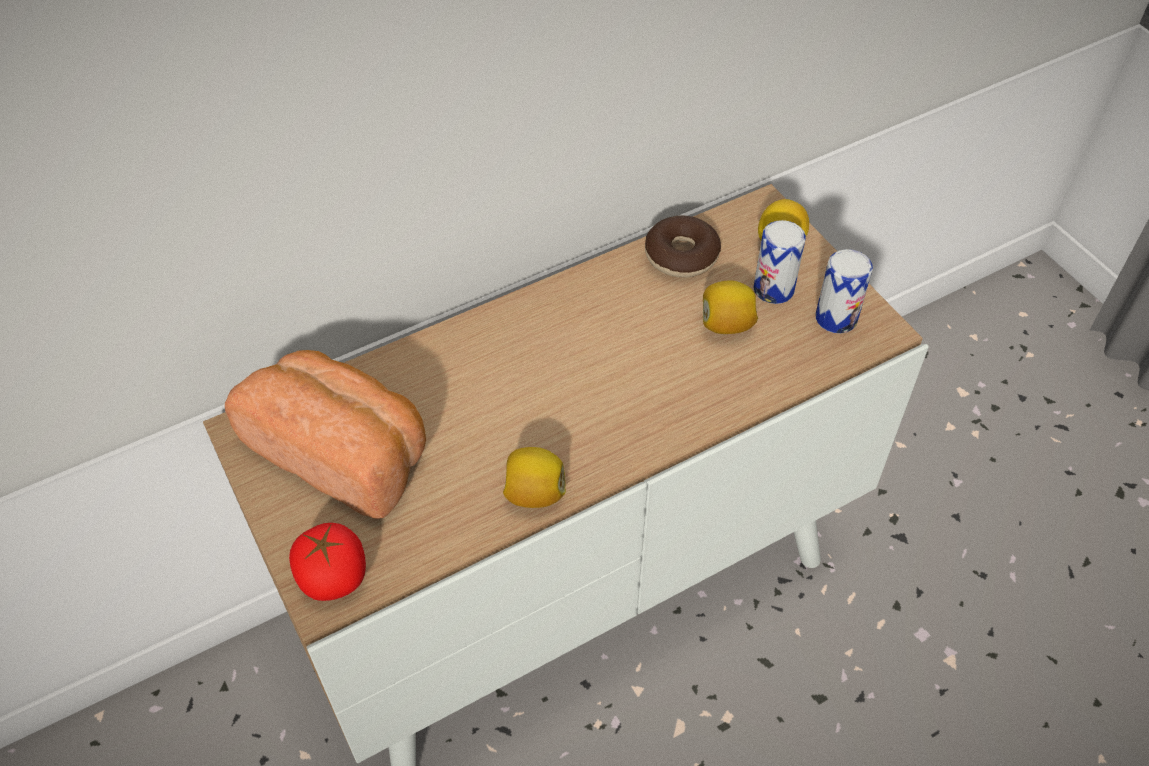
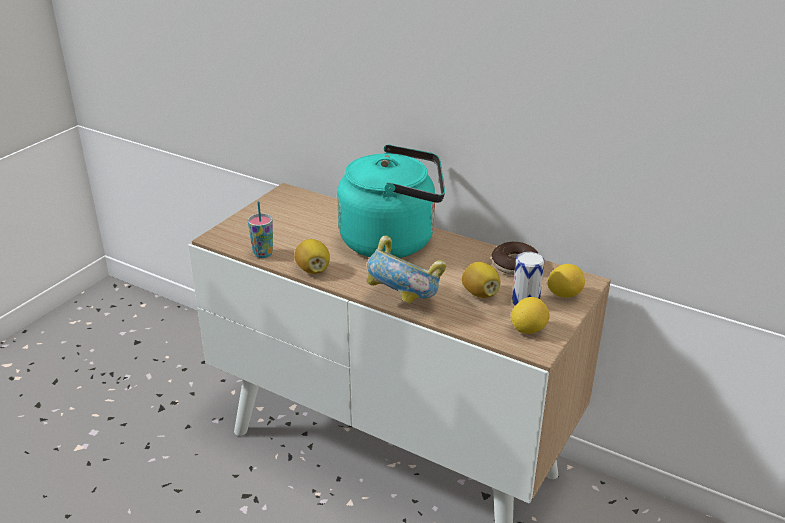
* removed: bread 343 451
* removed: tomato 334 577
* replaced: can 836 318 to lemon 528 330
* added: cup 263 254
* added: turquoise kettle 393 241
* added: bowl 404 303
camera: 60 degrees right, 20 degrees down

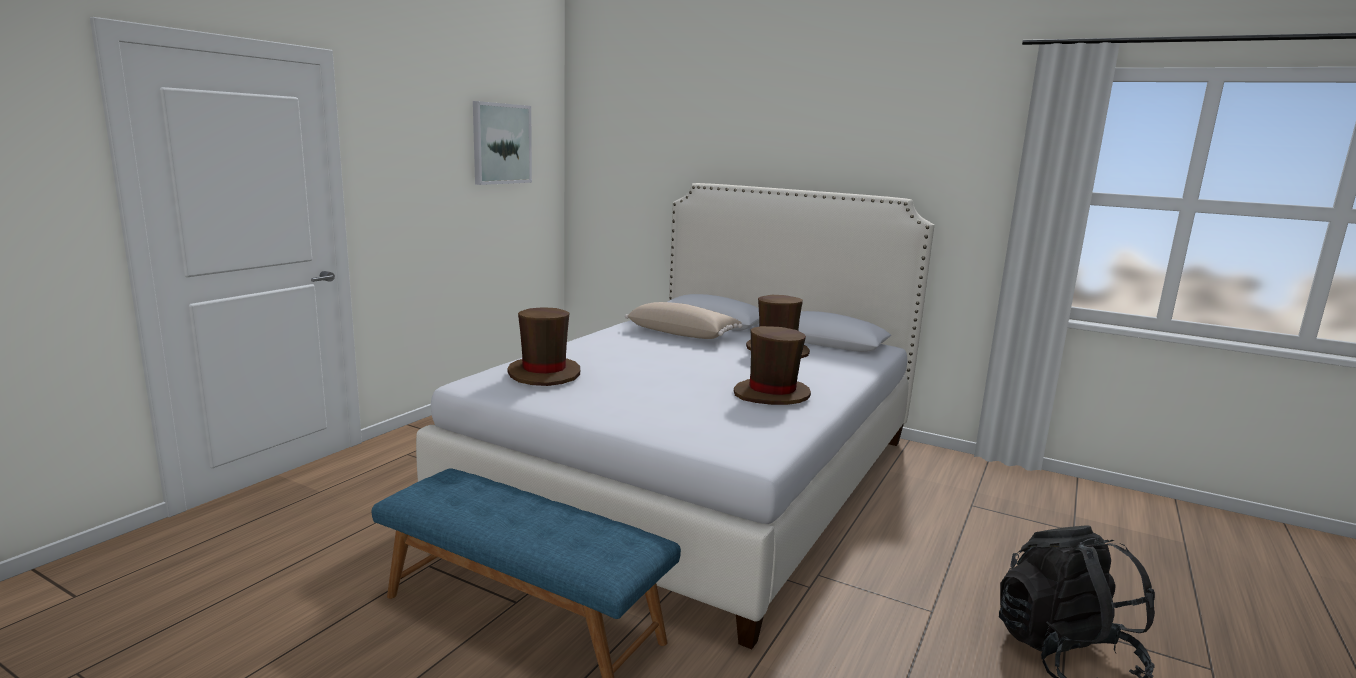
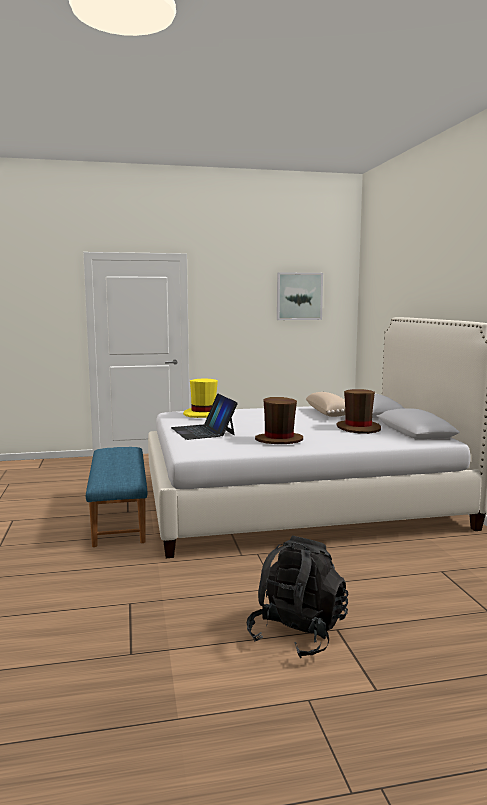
* recoloured: brown hat 544 373 to yellow hat 203 414
* added: laptop 203 431
camera: 50 degrees right, 5 degrees down

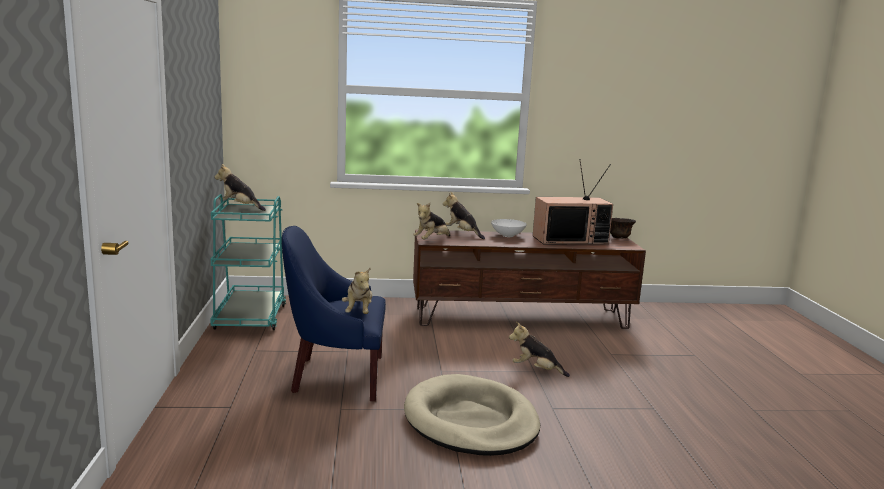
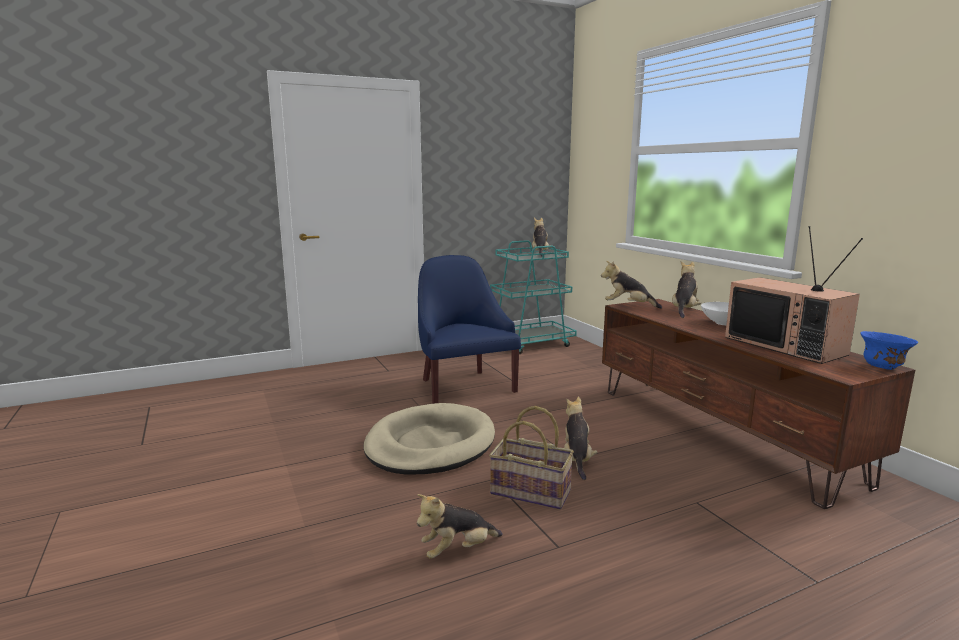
* moved: plush toy 358 312 to 458 550
* recoloured: brown bowl 619 238 to blue bowl 882 367
* added: basket 531 491
camera: 70 degrees right, 0 degrees up

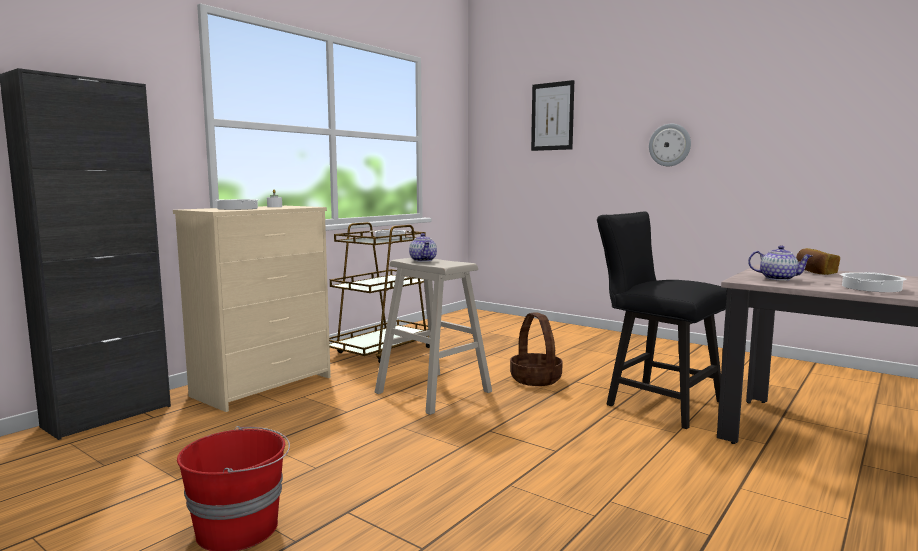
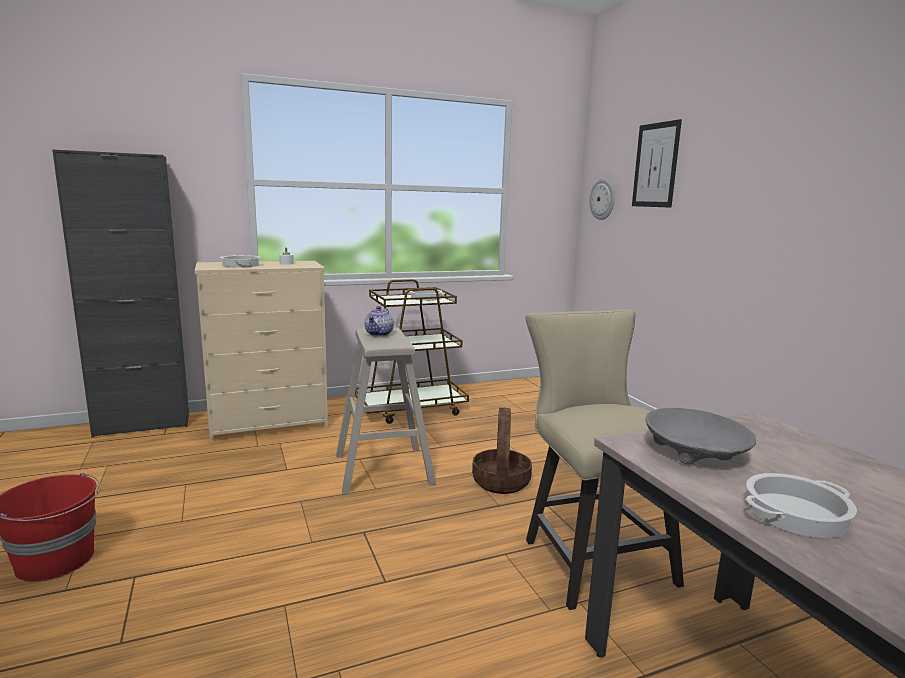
* recoloured: black chair 656 402 to beige chair 591 556
* moved: wall clock 670 145 to 603 199
* replaced: teapot 778 278 to grey bowl 695 451
* removed: bread 815 272
camera: 30 degrees right, 5 degrees up

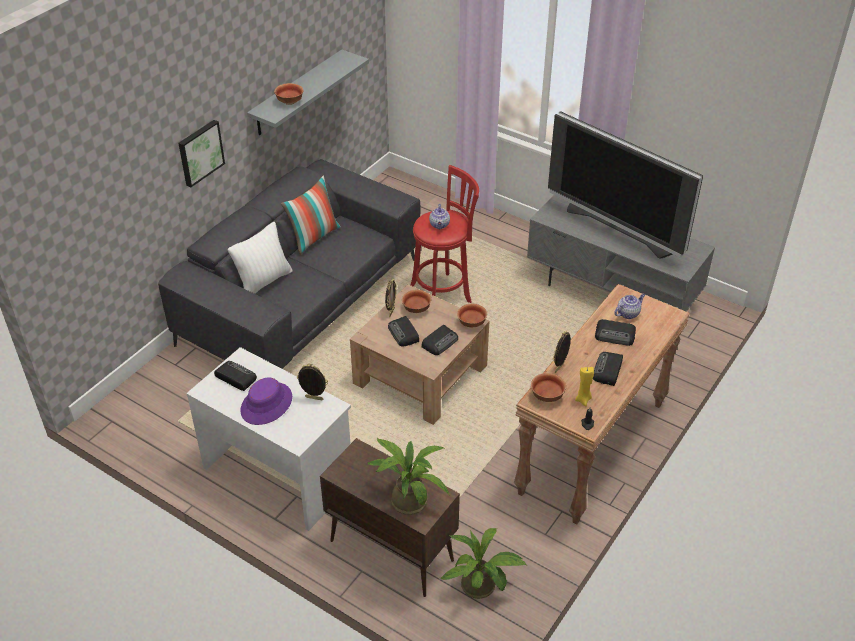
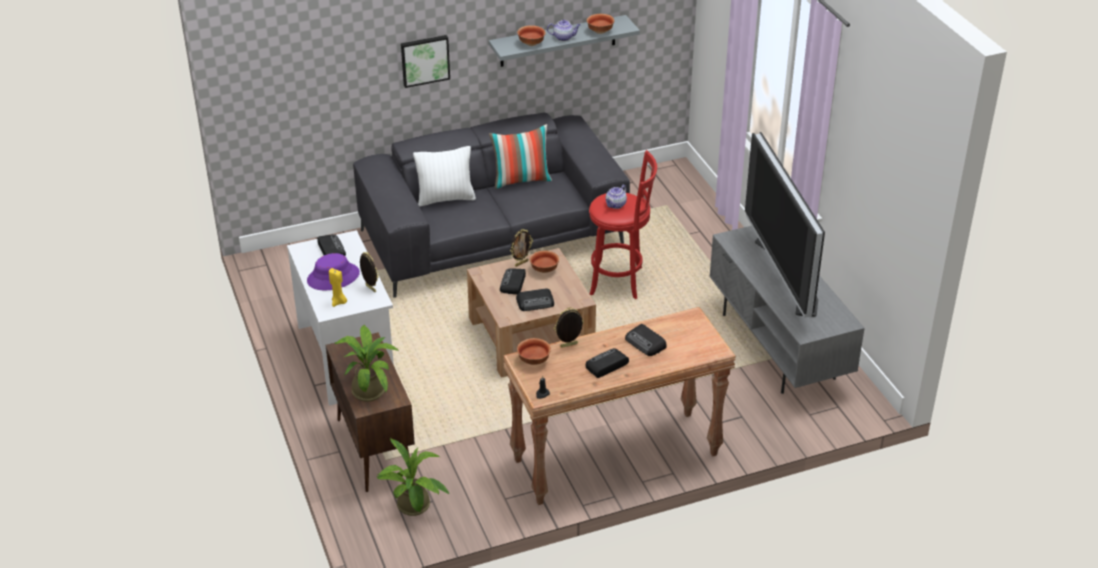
* moved: bowl 471 324 to 599 31
* moved: yellow candle 583 399 to 339 302
* moved: teapot 628 313 to 564 37
camera: 35 degrees right, 5 degrees down

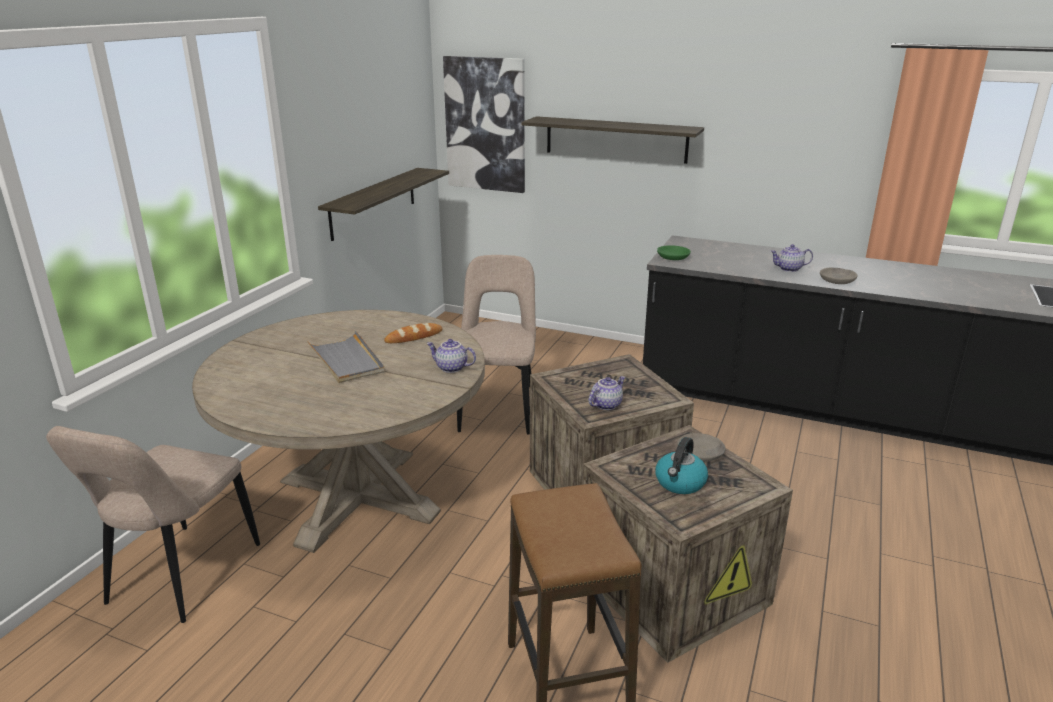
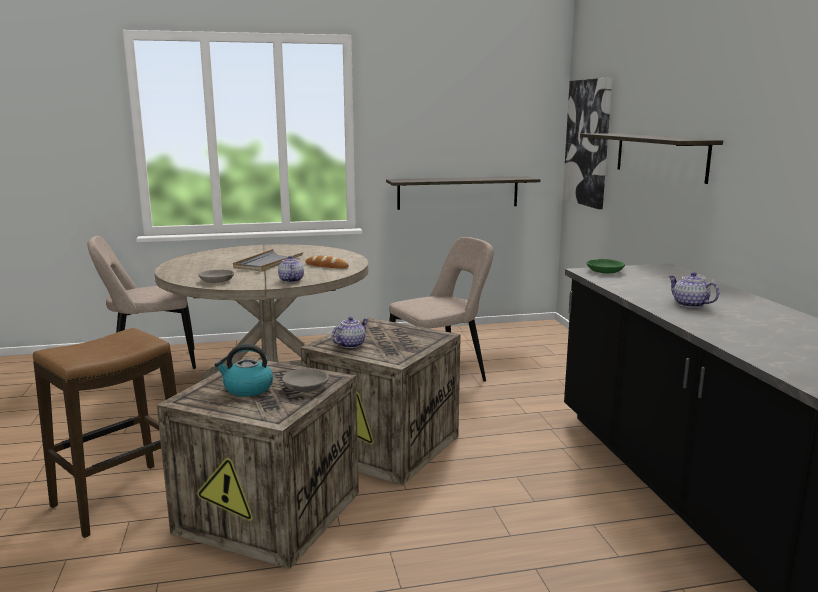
* turned: teapot 606 404 = 350 344 60 degrees counterclockwise
* moved: grey bowl 837 281 to 217 281
camera: 55 degrees right, 10 degrees down

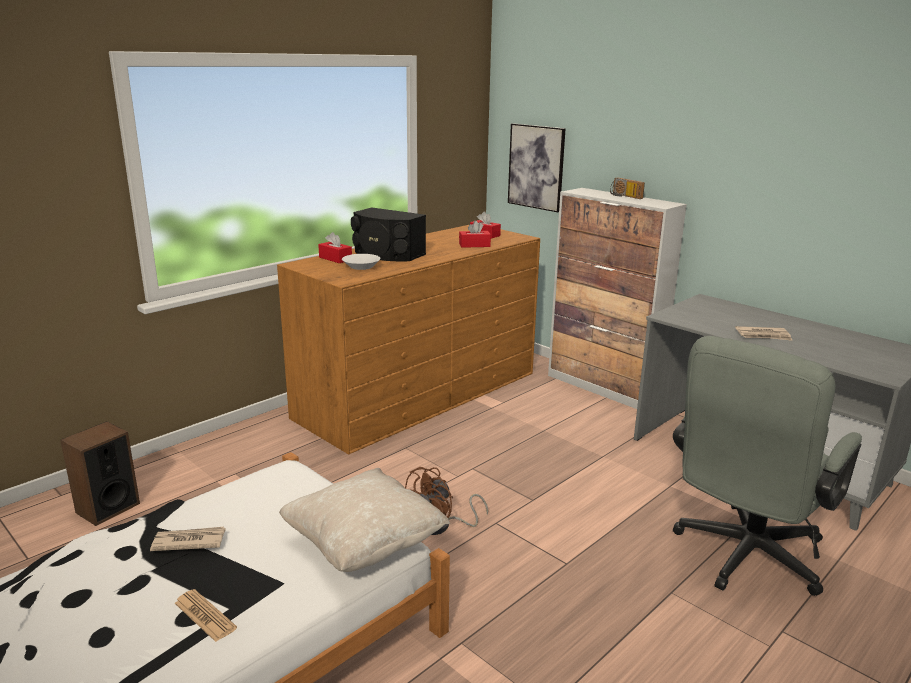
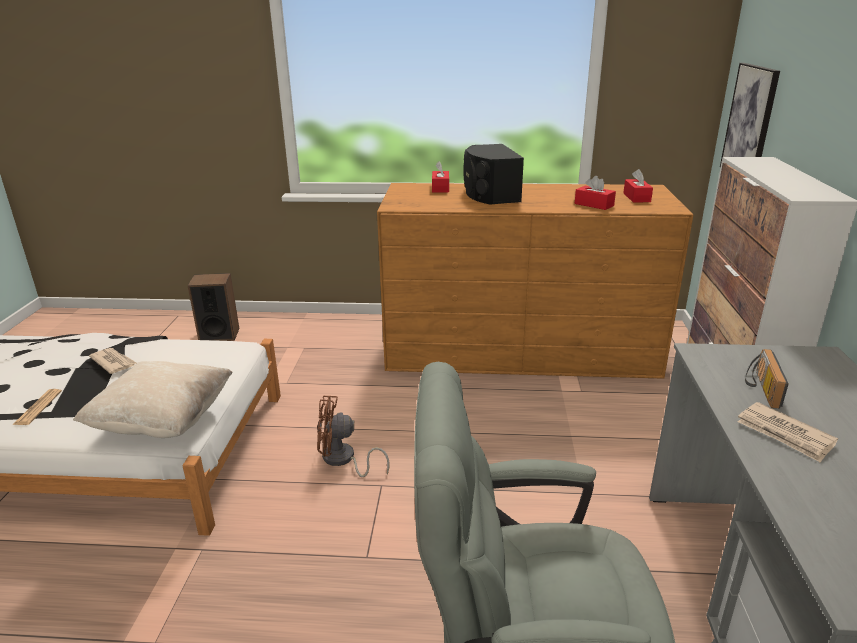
* removed: white bowl 361 267
* moved: radio 624 196 to 760 388
camera: 50 degrees right, 5 degrees up

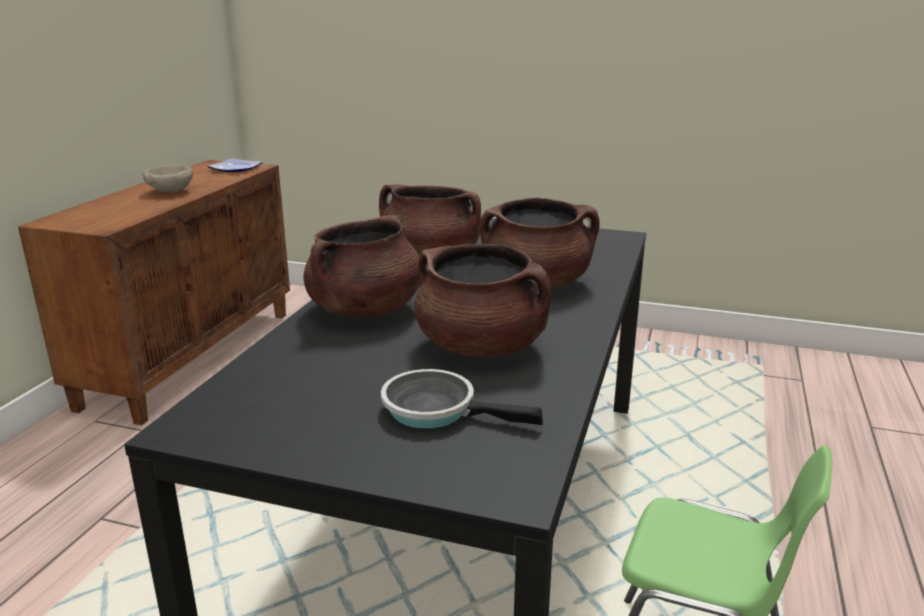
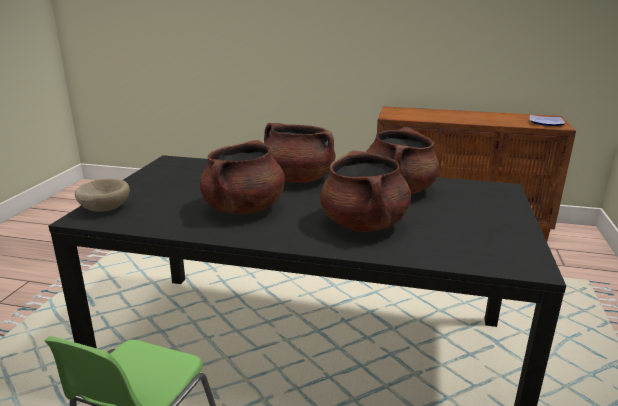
* moved: beige bowl 170 192 to 104 208
* removed: frying pan 437 410
camera: 85 degrees right, 0 degrees up

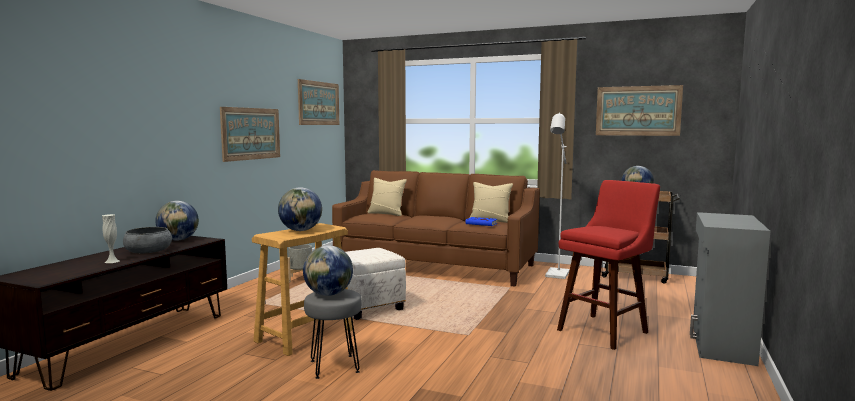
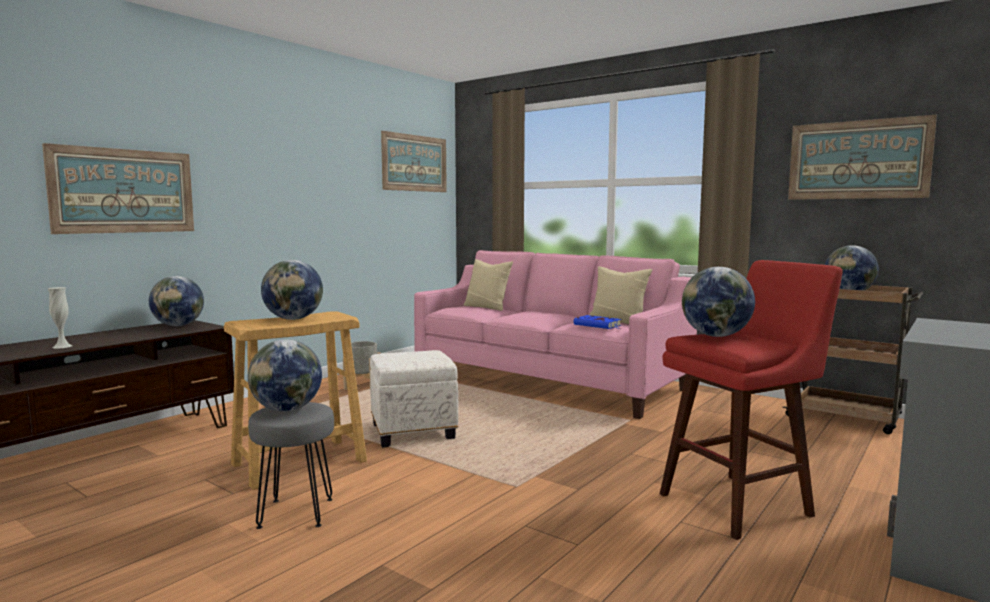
* removed: grey bowl 148 250
* moved: picture 251 133 to 124 191
* recoloured: brown sofa 436 266 to pink sofa 548 381
* removed: white floor lamp 556 275
* added: globe 716 336
camera: 15 degrees right, 0 degrees up

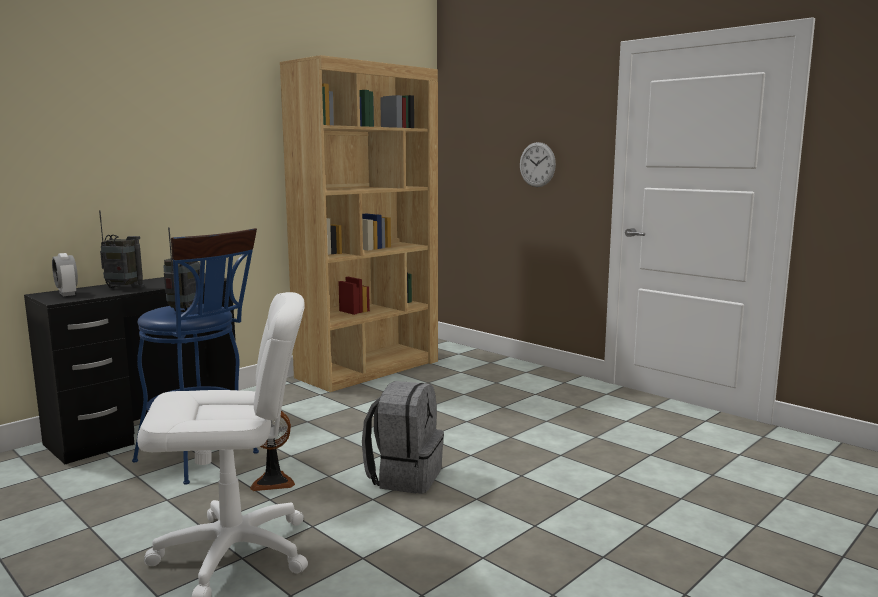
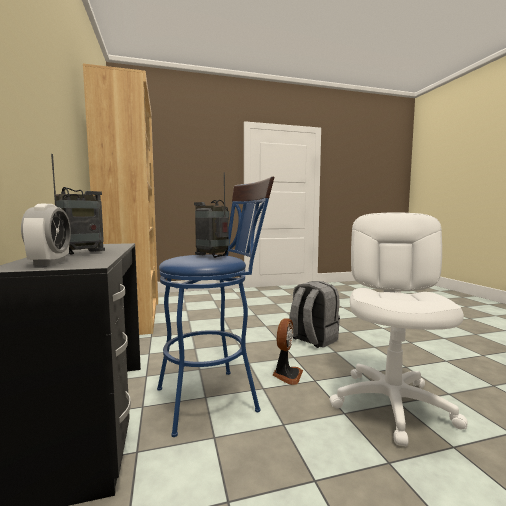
* turned: alarm clock 67 294 = 50 263 90 degrees counterclockwise
* removed: wall clock 537 164
camera: 60 degrees left, 5 degrees down

